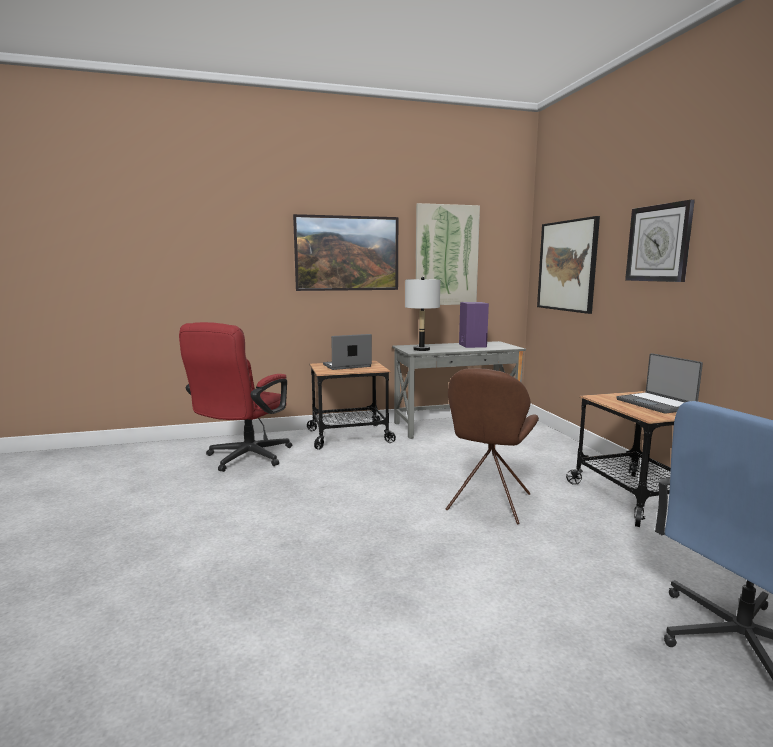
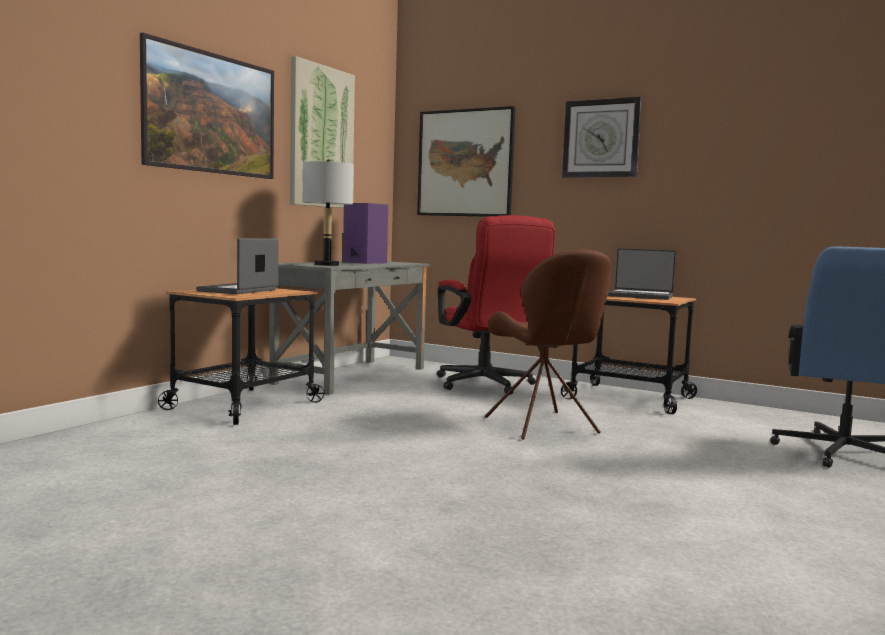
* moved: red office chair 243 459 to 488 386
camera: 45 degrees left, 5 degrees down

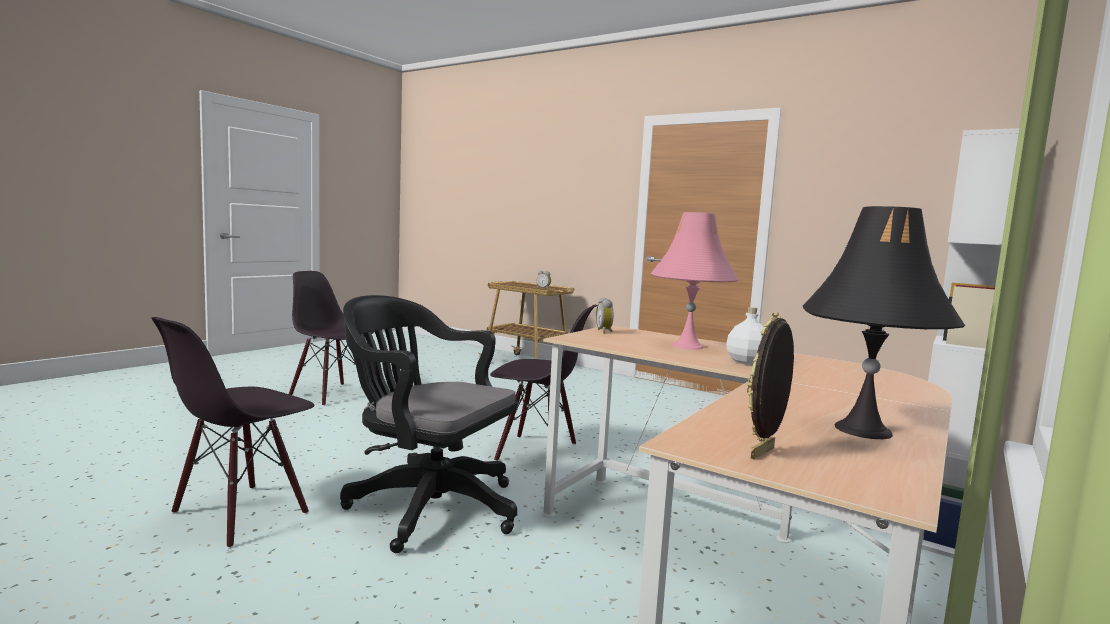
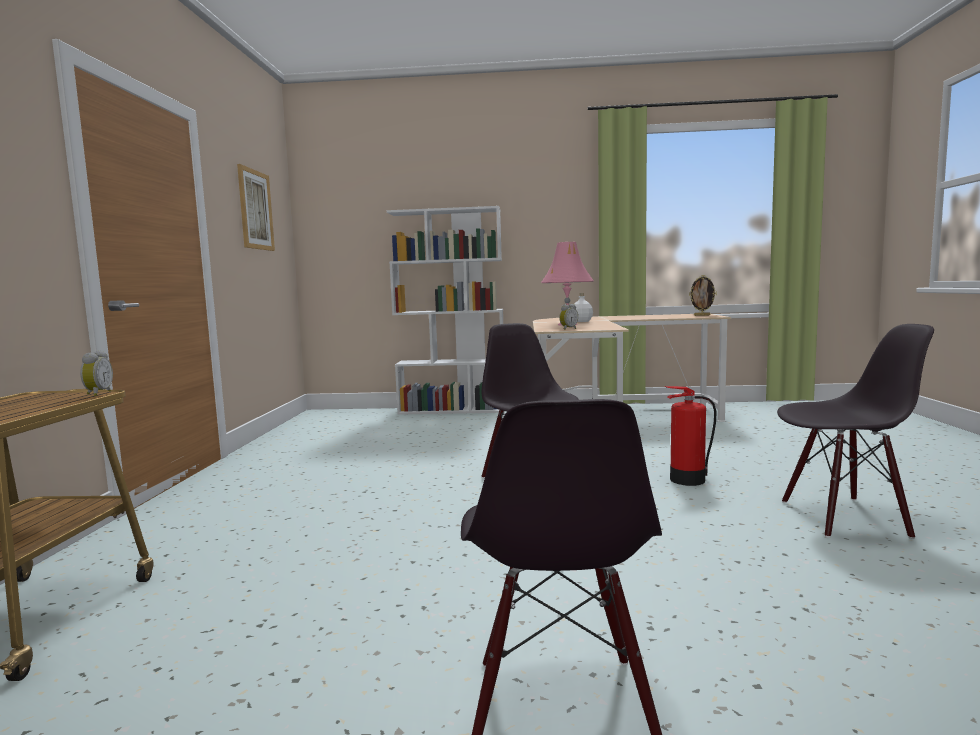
* replaced: black office chair 426 506 to fire extinguisher 686 480
* removed: black table lamp 863 430
* added: picture 255 210
camera: 120 degrees left, 0 degrees up

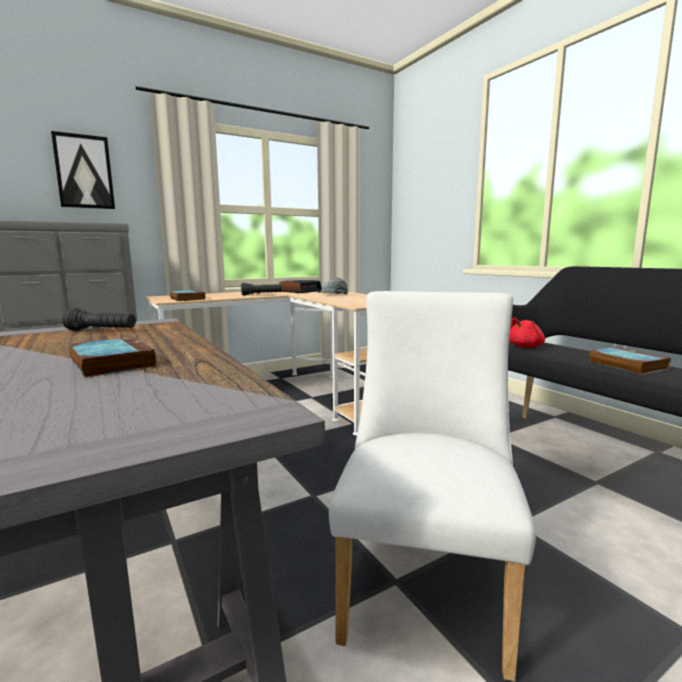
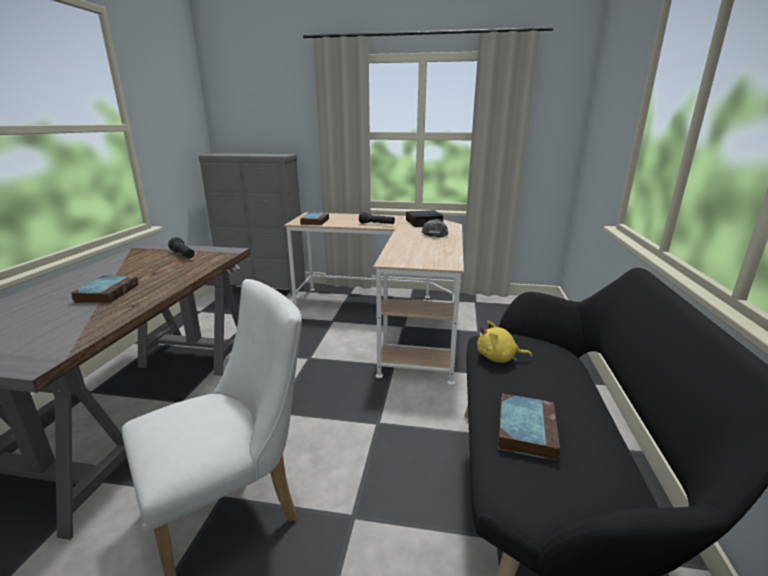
* removed: picture 84 172
* recoloured: red plush toy 526 347 to yellow plush toy 498 358
camera: 40 degrees right, 10 degrees up

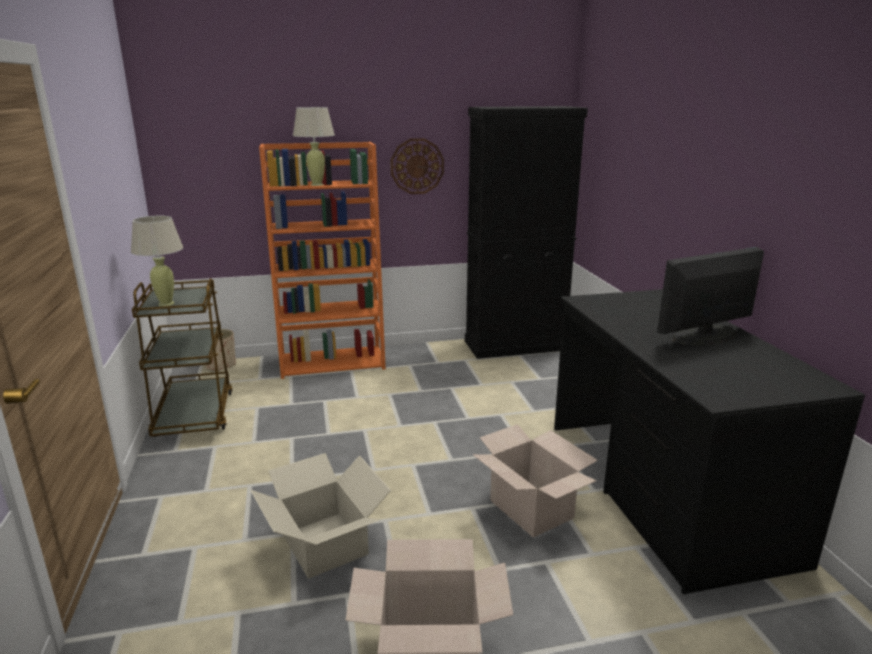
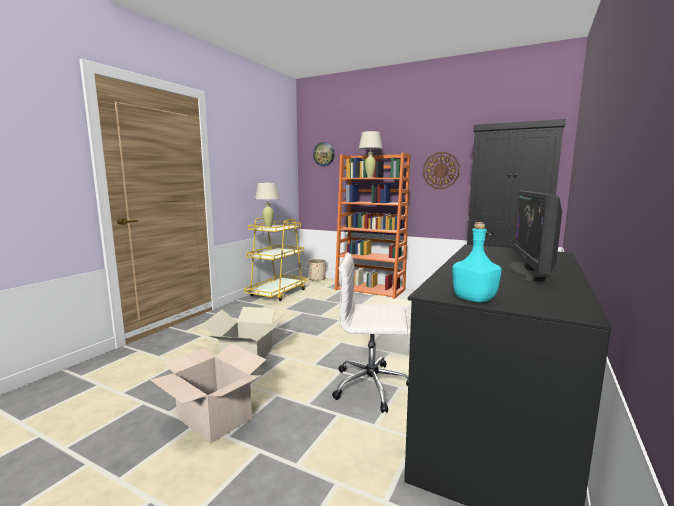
* recoloured: brown cart 194 415 to yellow cart 277 293
* replaced: cardboard box 530 509 to white office chair 372 386
* turned: monitor 704 336 = 529 272 90 degrees counterclockwise
* added: wall clock 324 154
* added: turquoise bottle 474 299
camera: 40 degrees right, 10 degrees down

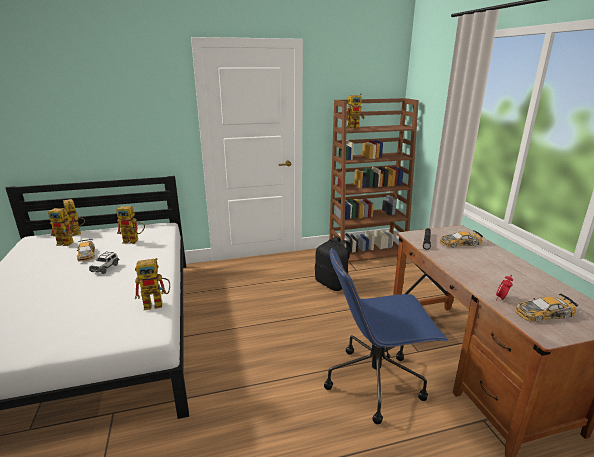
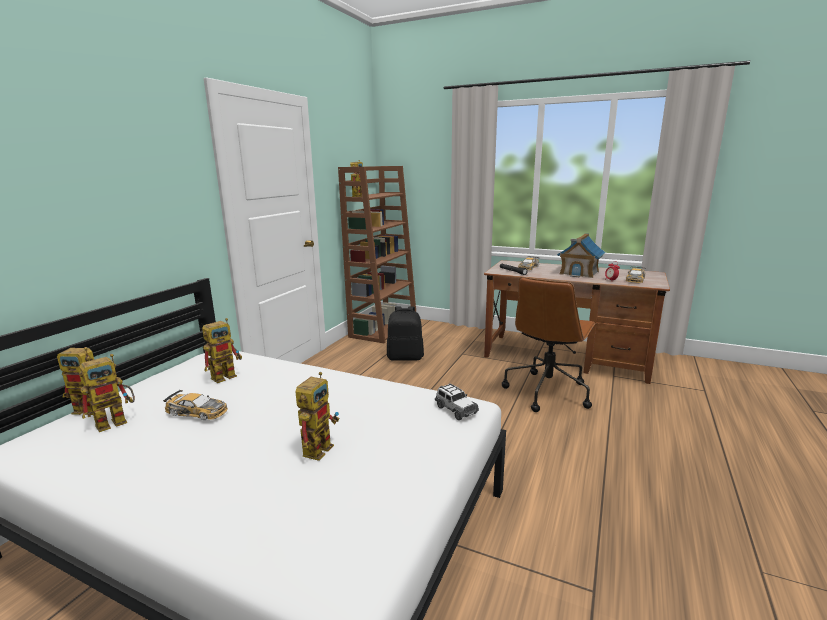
* moved: toy car 105 268 to 455 410
* moved: toy robot 157 303 to 319 446
* recoloured: blue office chair 376 381 to brown office chair 547 391
* added: toy house 579 272
camera: 50 degrees left, 5 degrees down

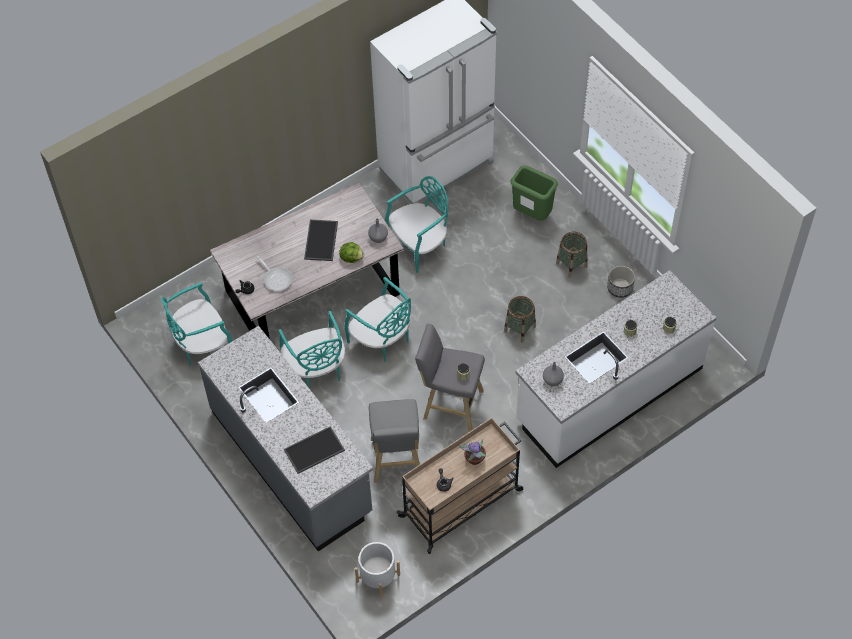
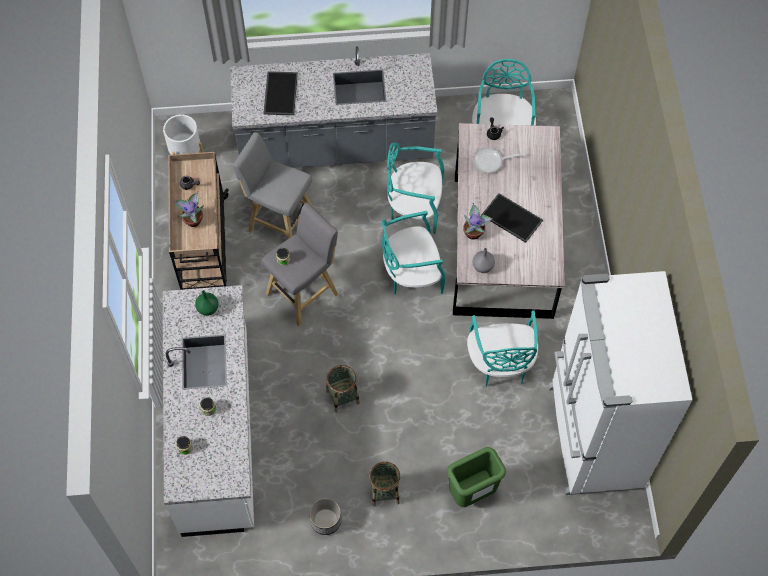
* replaced: lettuce 351 257 to potted plant 474 233
* recoloured: grey vase 552 380 to green vase 208 309
camera: 120 degrees right, 5 degrees up

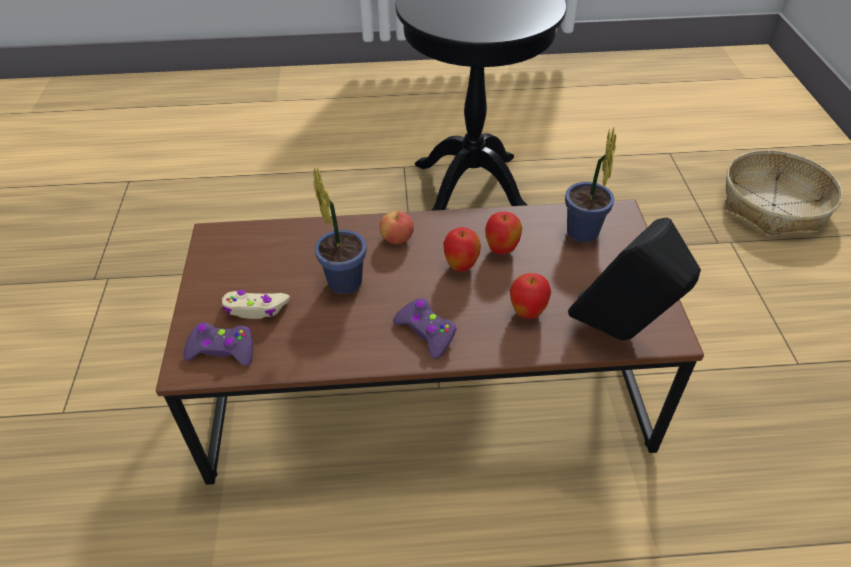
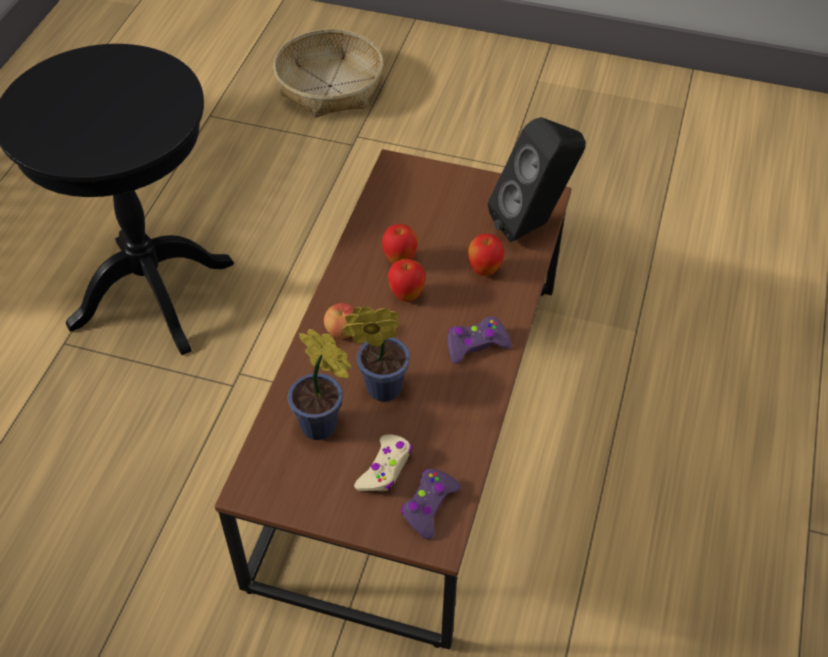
* moved: potted plant 582 235 to 323 428
camera: 70 degrees left, 5 degrees up

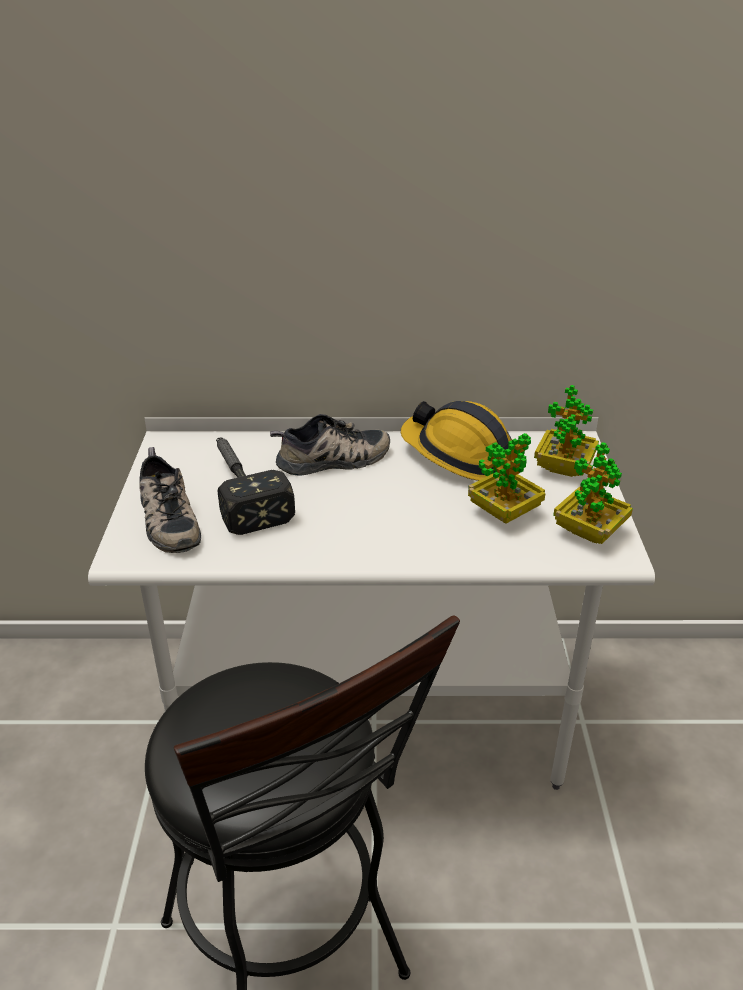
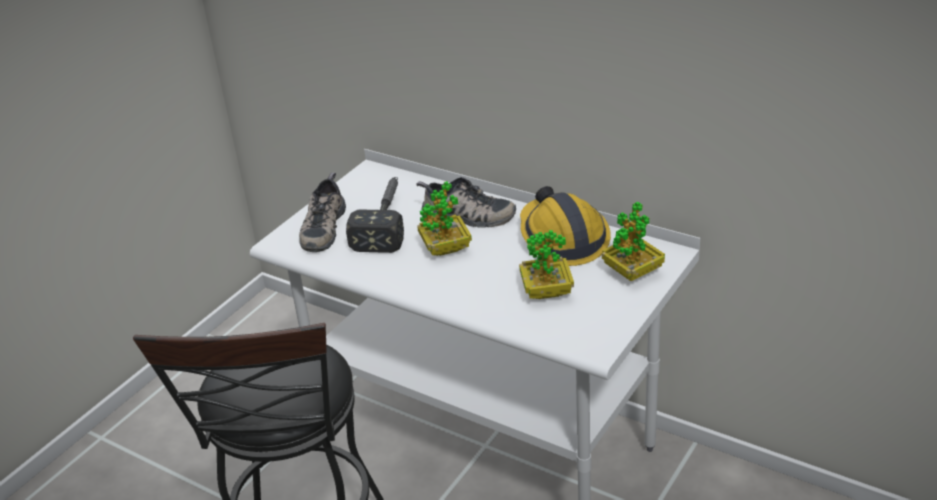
* moved: potted plant 589 532 to 445 248
camera: 35 degrees right, 0 degrees up

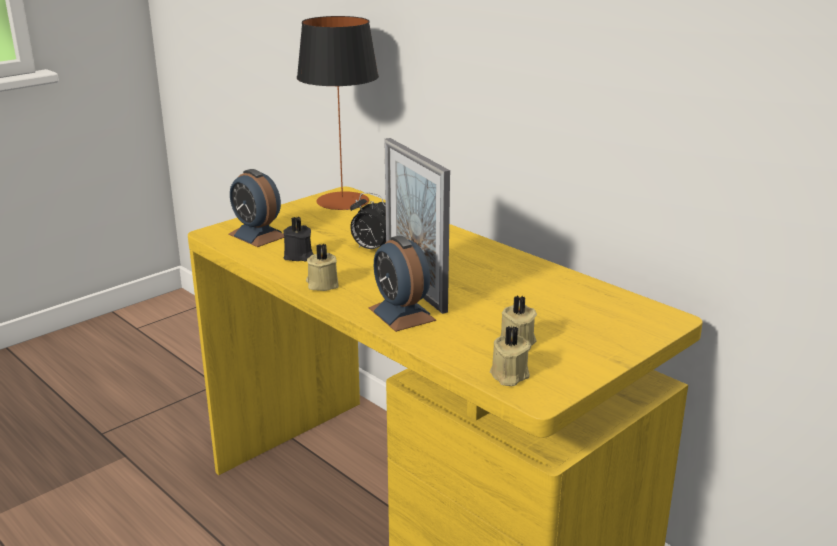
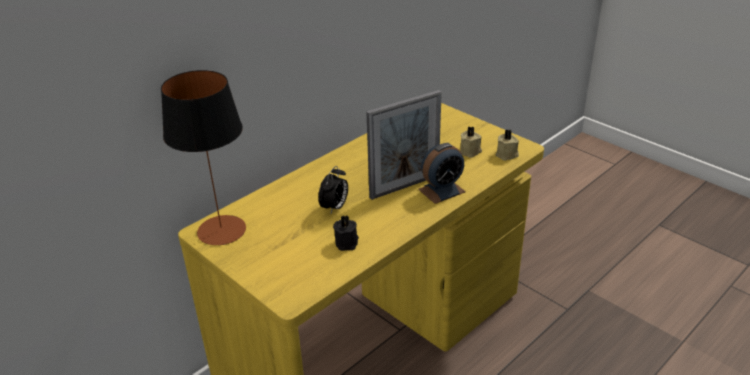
* removed: alarm clock 258 235
* removed: beige candle 322 284
camera: 90 degrees left, 10 degrees up

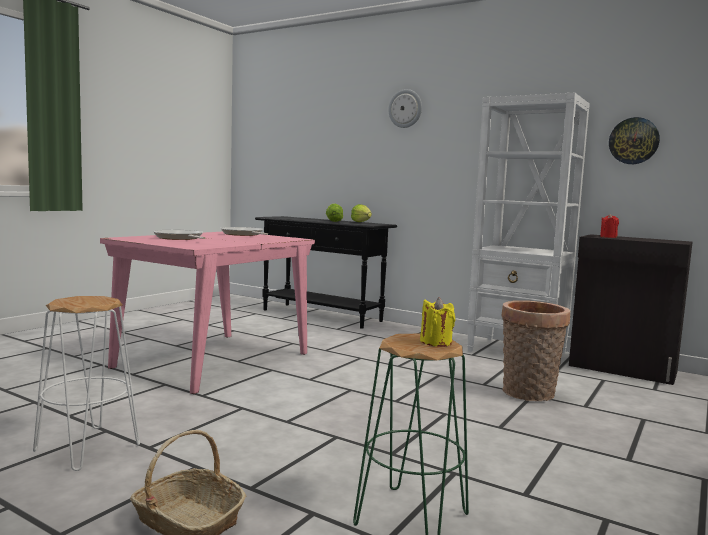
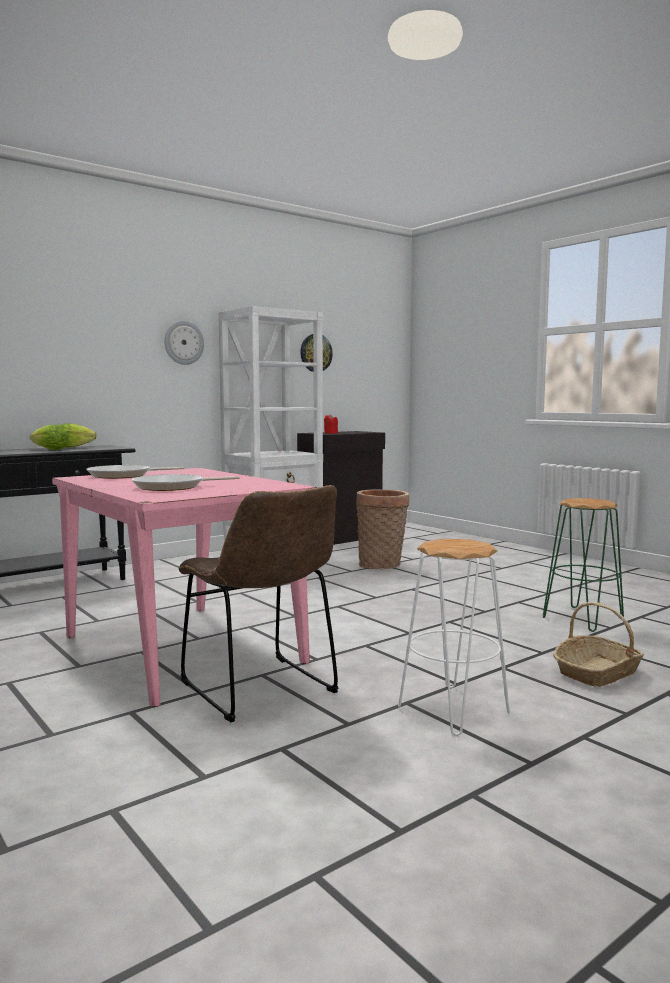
* moved: wall clock 405 108 to 183 342
* removed: yellow candle 436 342
* added: brown chair 262 690
camera: 70 degrees left, 0 degrees up

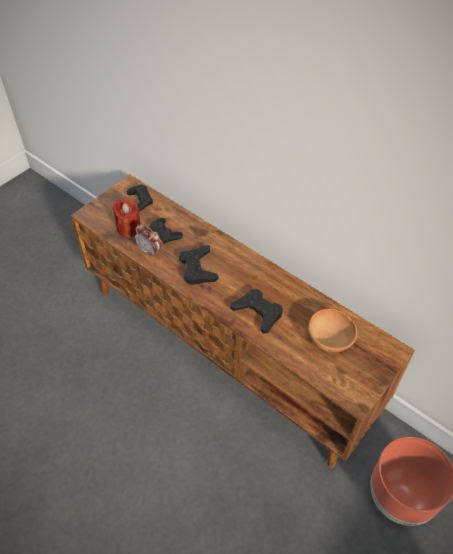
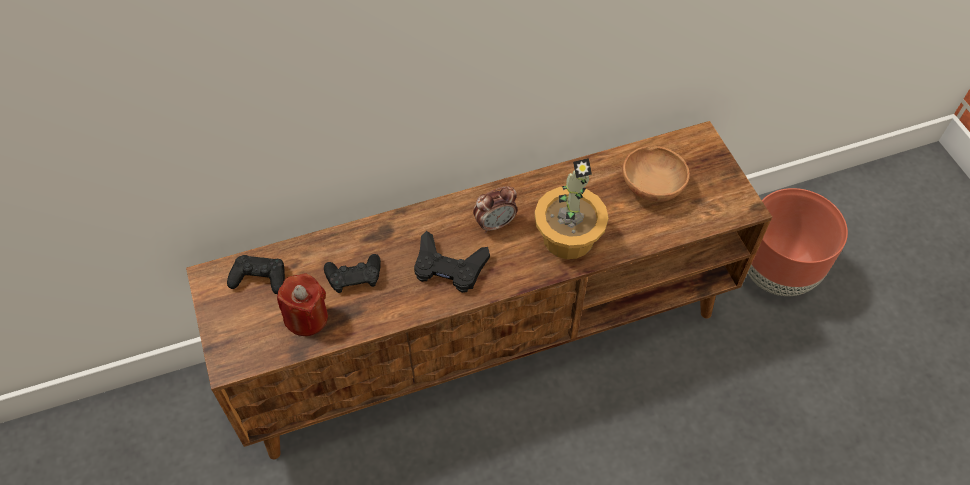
* moved: alarm clock 150 251 to 495 224
* replaced: black game controller 258 313 to potted plant 568 237
camera: 60 degrees left, 5 degrees up

